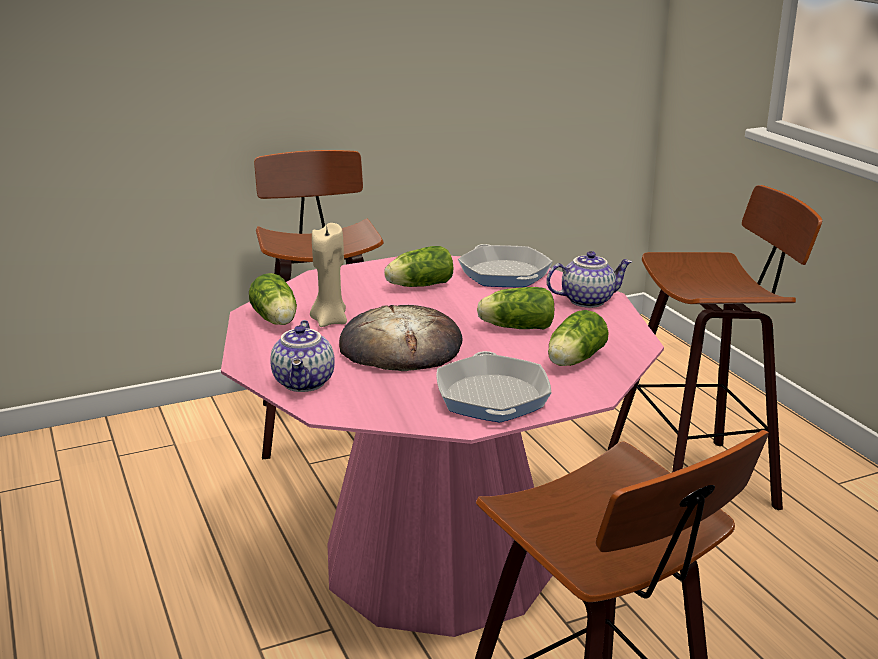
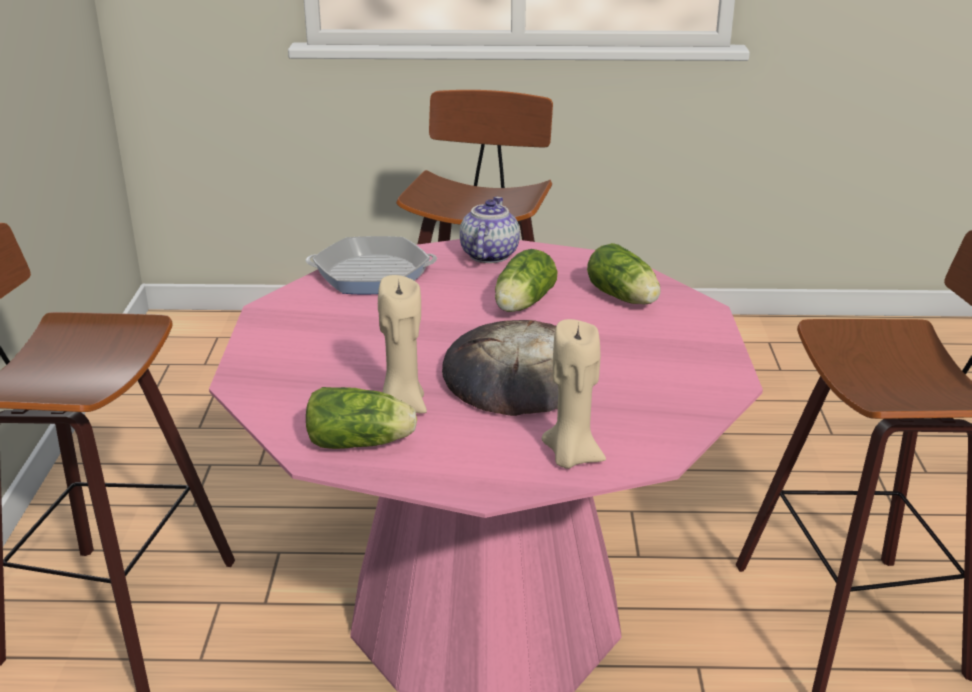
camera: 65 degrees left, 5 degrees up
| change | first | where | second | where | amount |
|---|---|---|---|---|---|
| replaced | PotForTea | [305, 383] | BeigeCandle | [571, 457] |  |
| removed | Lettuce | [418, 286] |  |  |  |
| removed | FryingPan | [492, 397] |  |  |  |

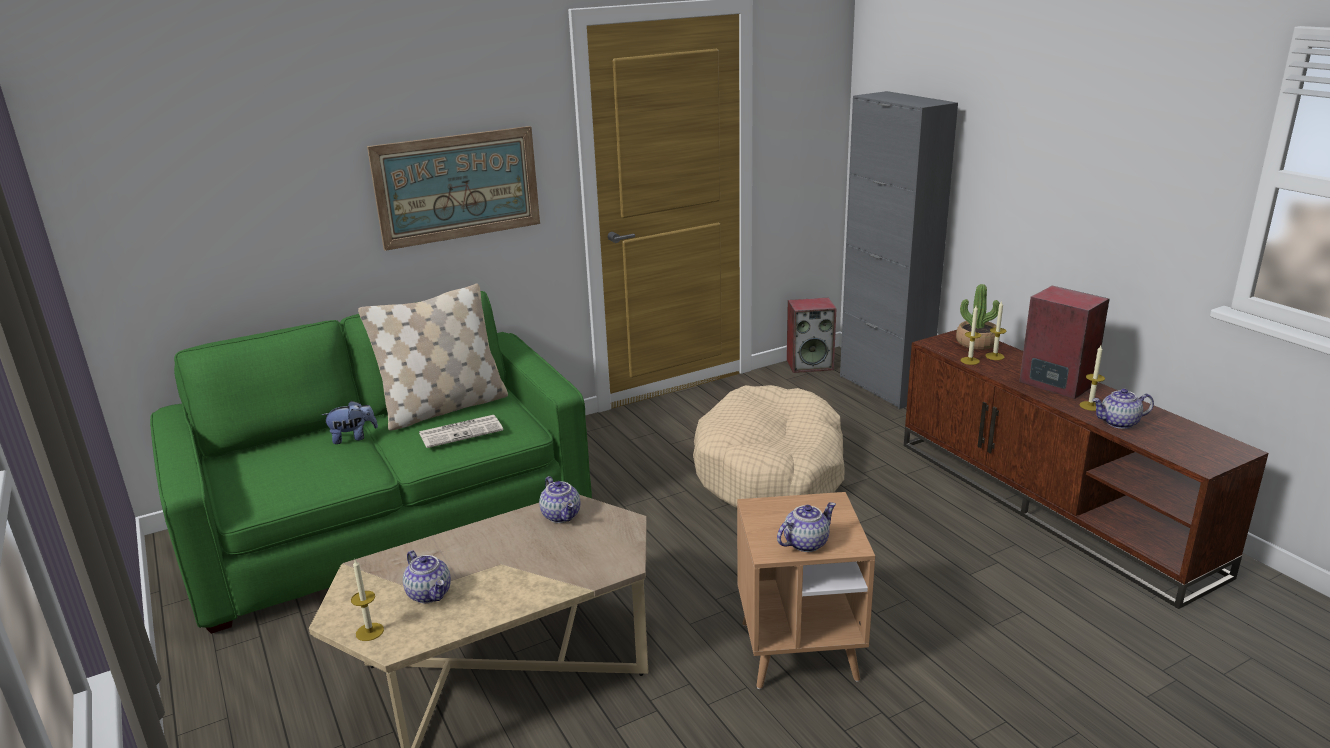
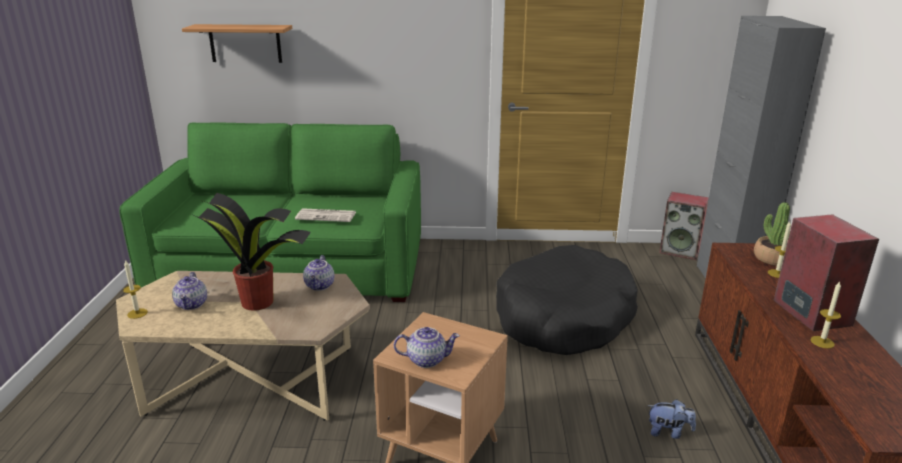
camera: 30 degrees right, 0 degrees up
| change | first | where | second | where | amount |
|---|---|---|---|---|---|
| added |  |  | BracketShelf | [245, 43] |  |
| added |  |  | Houseplant | [256, 301] |  |
| recoloured | BeigeDogCushion | [771, 471] | BlackDogCushion | [563, 317] |  |
| moved | CuddlyToy | [353, 437] |  | [668, 432] |  |
| removed | BeigePillow | [444, 408] |  |  |  |
| removed | WallArt | [457, 186] |  |  |  |
| removed | Candle | [970, 361] |  |  |  |
| removed | PotForTea | [1119, 423] |  |  |  |

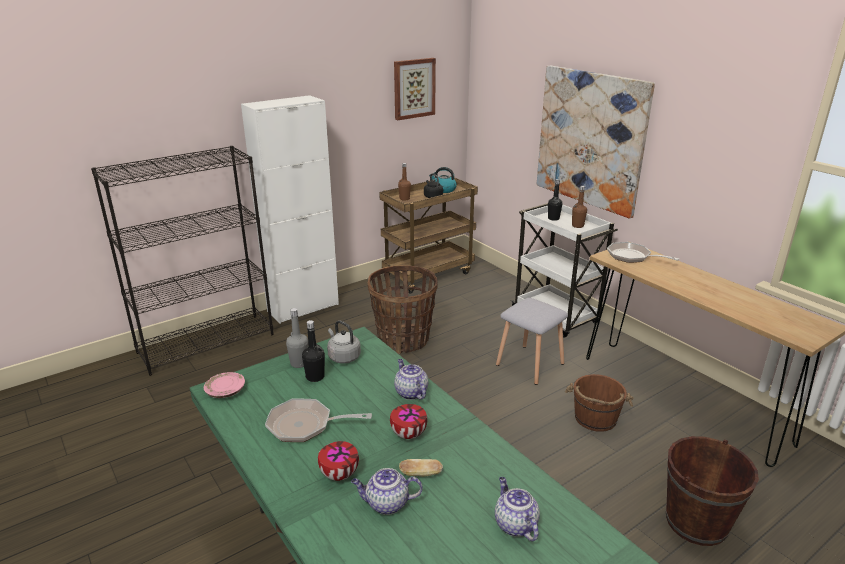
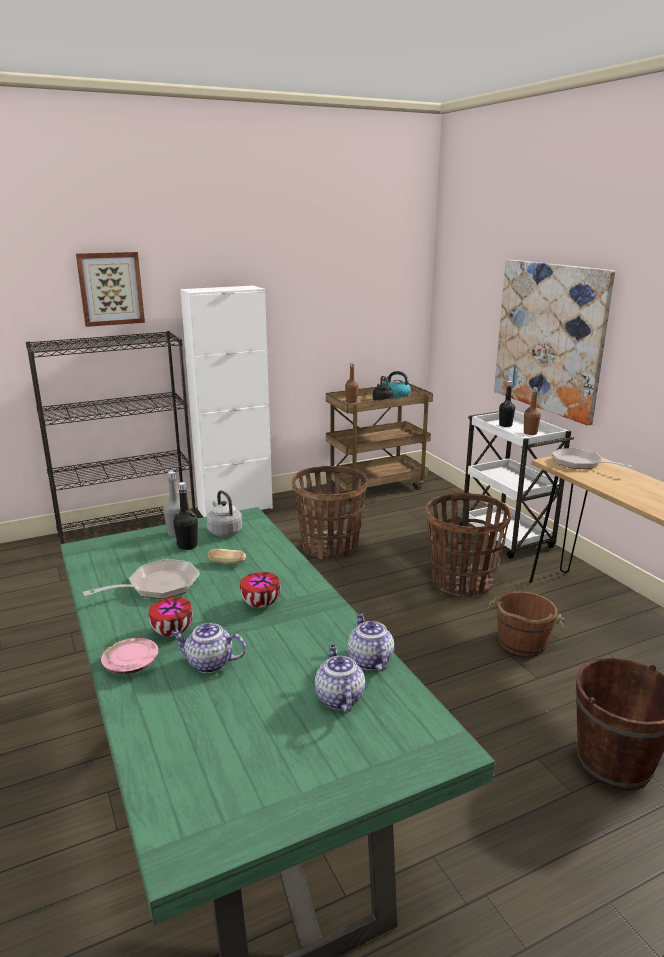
camera: 10 degrees right, 5 degrees down
| change | first | where | second | where | amount |
|---|---|---|---|---|---|
| moved | WallArt | [413, 88] |  | [110, 288] |  |
| turned | FryingPan | [305, 425] |  | [158, 586] | 135 degrees clockwise |
| moved | PinkColouredFlatDish | [225, 391] |  | [131, 665] |  |
| moved | Bread | [421, 474] |  | [227, 563] |  |
| moved | PotForTea | [410, 392] |  | [369, 660] |  |
| replaced | GraySittingStool | [529, 365] | StorageBasket | [462, 582] |  |

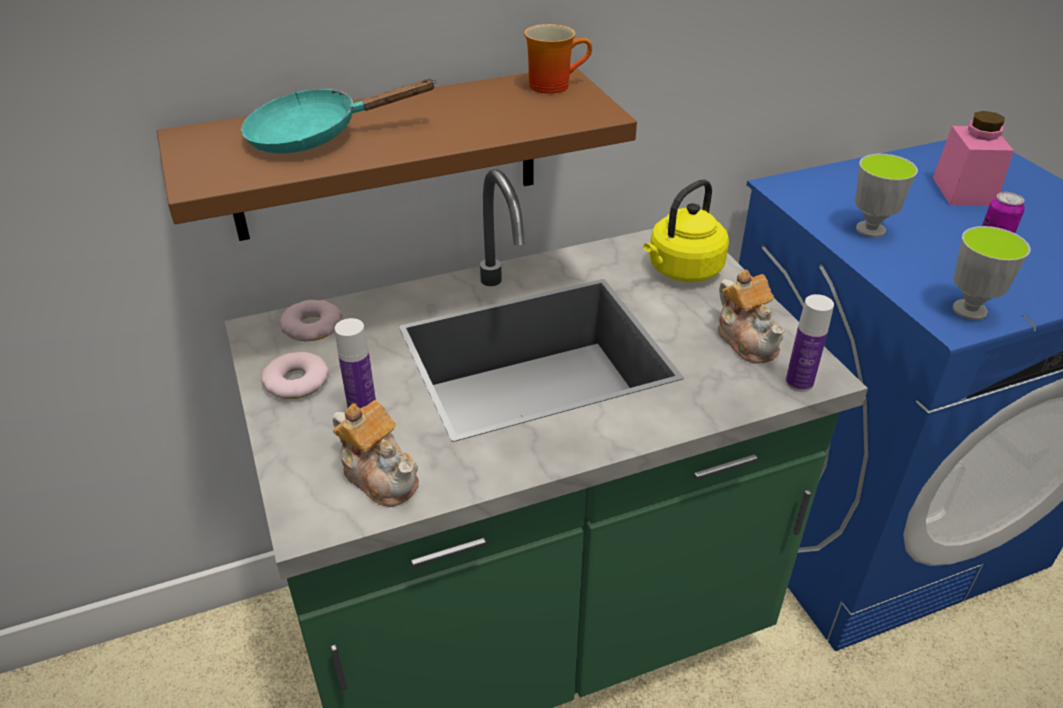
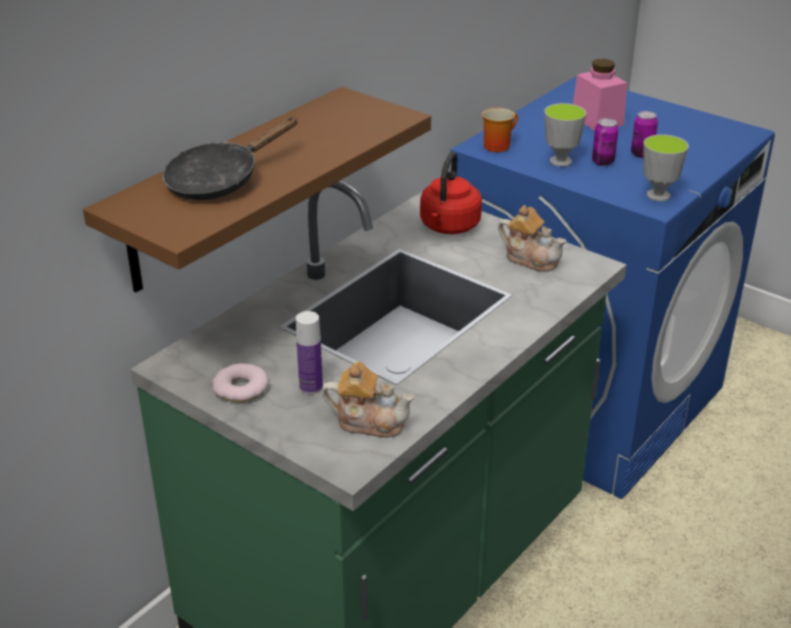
camera: 30 degrees left, 5 degrees down
| change | first | where | second | where | amount |
|---|---|---|---|---|---|
| recoloured | TurquoiseColouredFryingPan | [316, 135] | BlackFryingPan | [220, 180] |  |
| recoloured | YellowWaterKettle | [682, 270] | RedColouredWaterKettle | [449, 227] |  |
| moved | TeaMug | [553, 84] |  | [497, 145] |  |
| added |  |  | MetalCan | [602, 162] |  |
| removed | RingDoughnut | [312, 326] |  |  |  |
| removed | Bottle | [799, 383] |  |  |  |

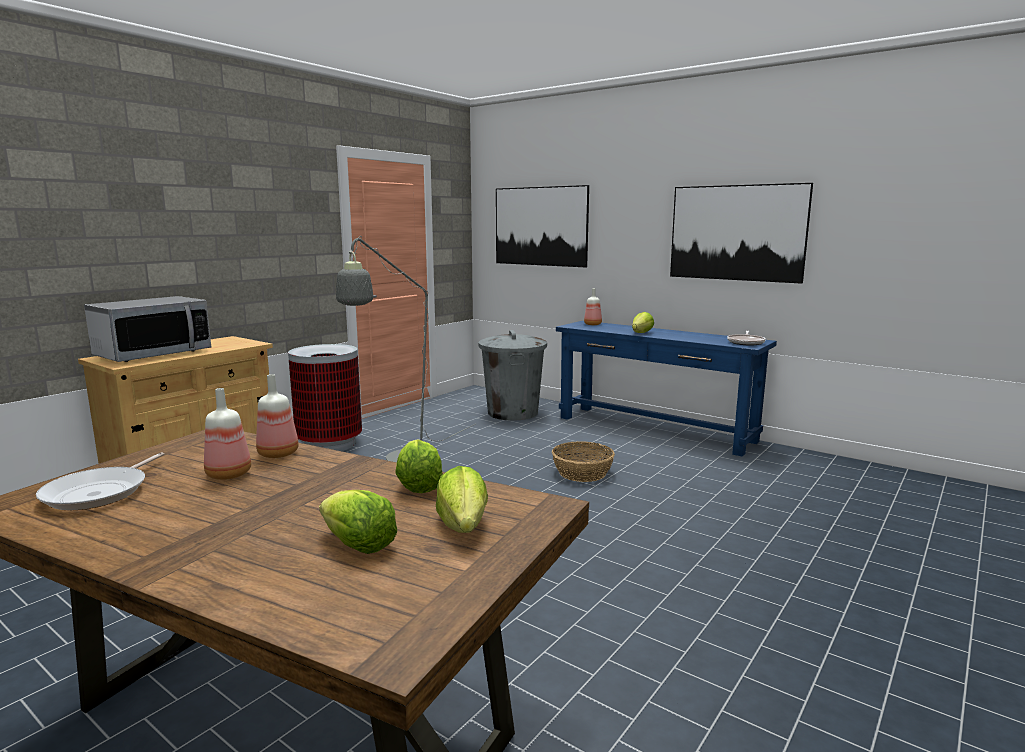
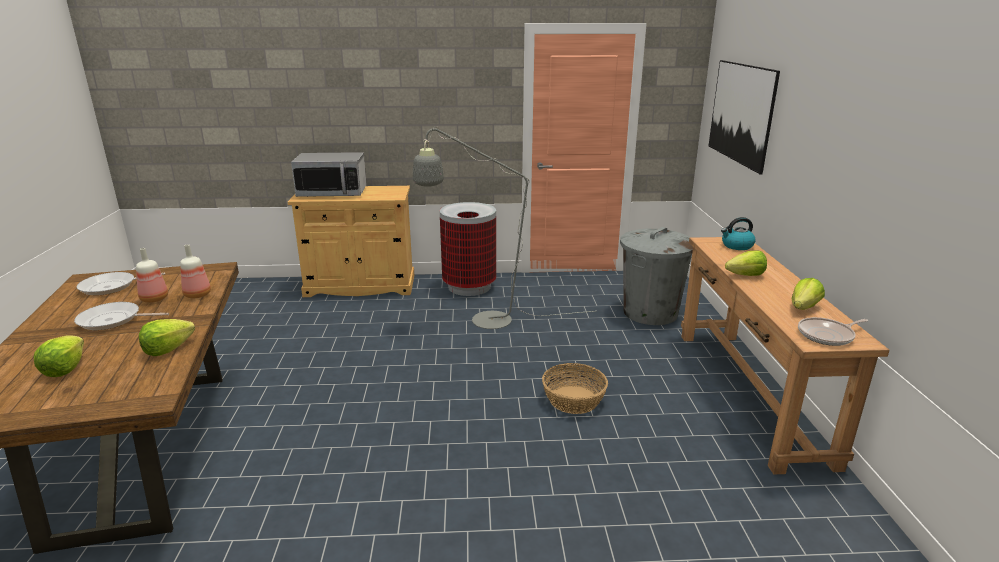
camera: 50 degrees right, 10 degrees up
| change | first | where | second | where | amount |
|---|---|---|---|---|---|
| added |  |  | FryingPan | [113, 320] |  |
| recoloured | BlueColouredConsoleTable | [654, 429] | BrownColouredConsoleTable | [748, 392] |  |
| replaced | Bottle | [593, 324] | WaterKettle | [736, 246] |  |
| moved | Lettuce | [463, 526] |  | [803, 308] |  |
| removed | WallArt | [736, 233] |  |  |  |

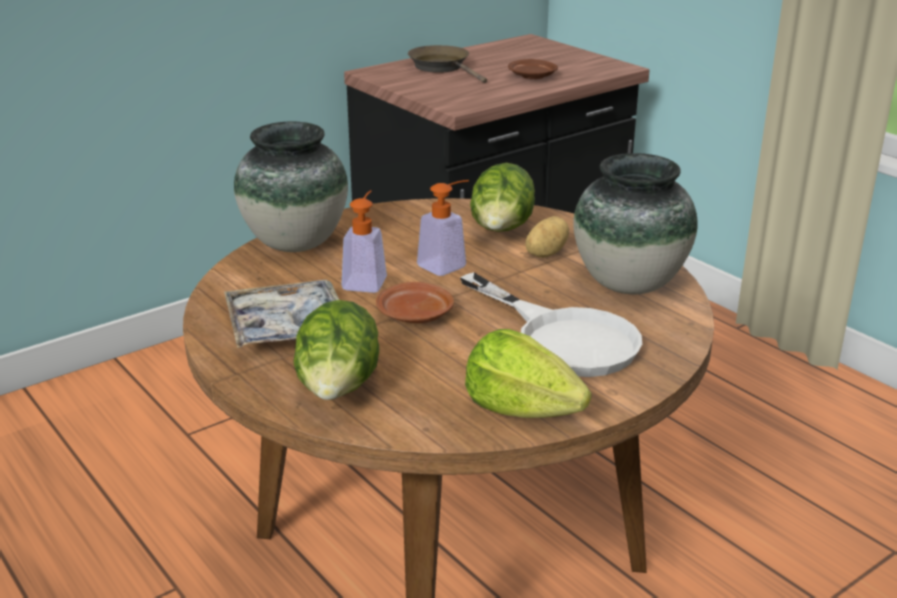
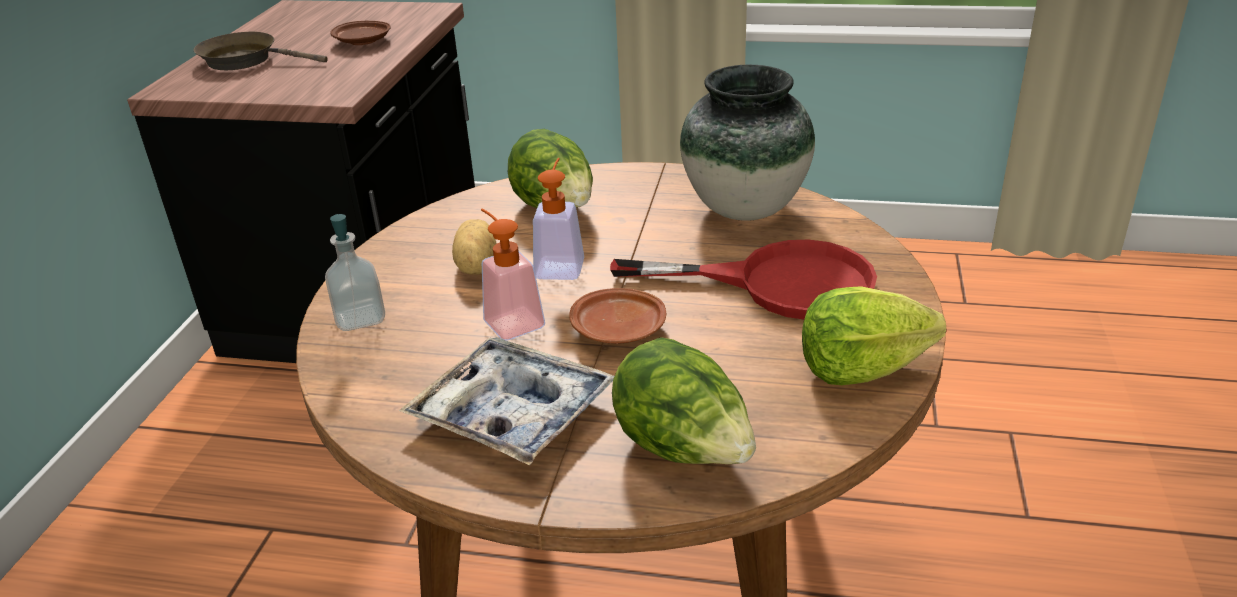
camera: 40 degrees left, 5 degrees up
| change | first | where | second | where | amount |
|---|---|---|---|---|---|
| replaced | DecorativeVase | [294, 244] | SoapBottle | [360, 318] |  |
| moved | Potato | [544, 253] |  | [475, 267] |  |
| recoloured | WhiteFryingPan | [563, 337] | RedColouredFryingPan | [778, 284] |  |

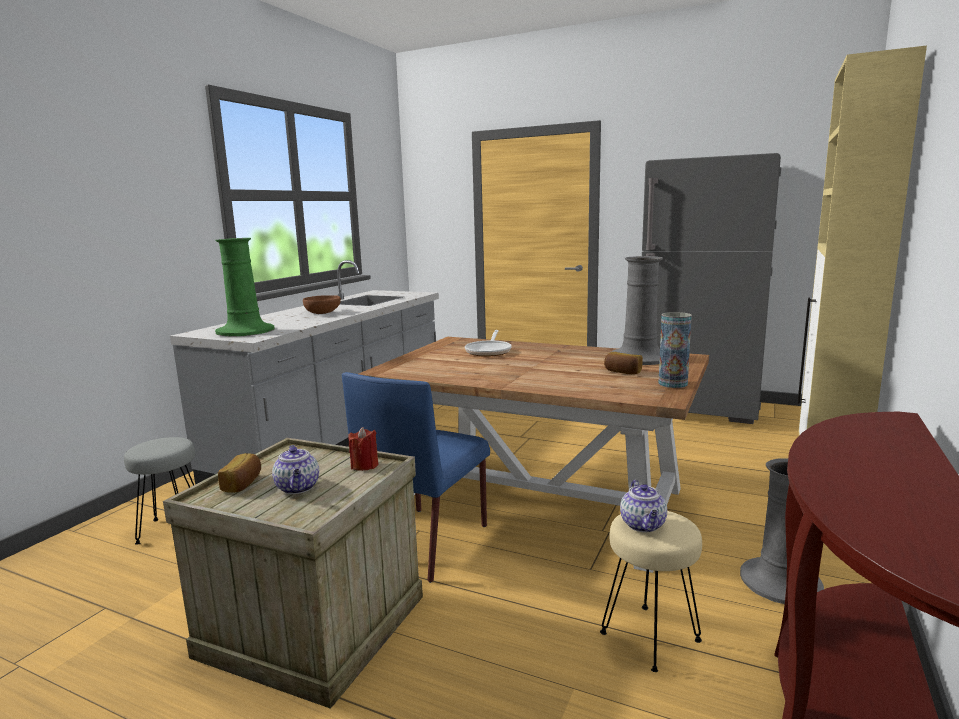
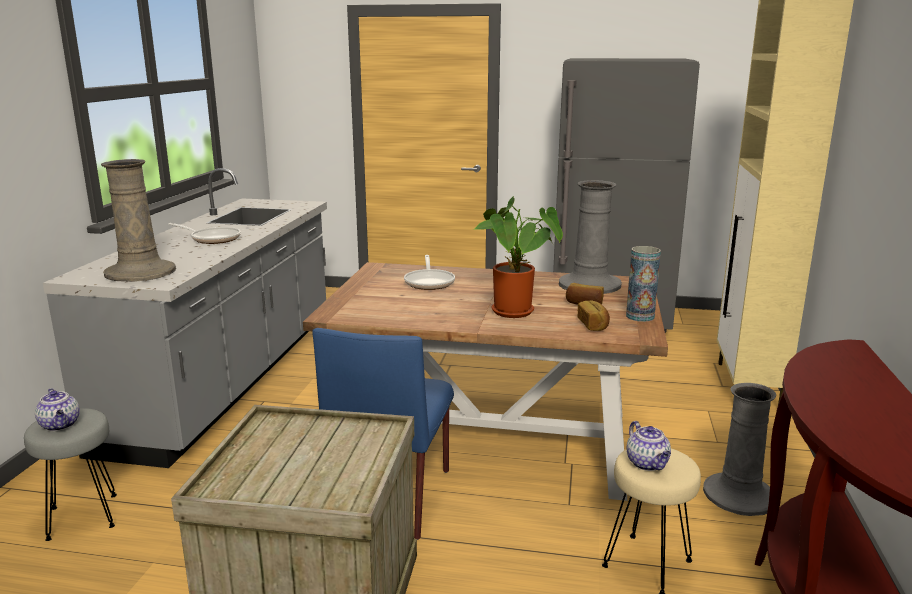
camera: 15 degrees left, 5 degrees up
| change | first | where | second | where | amount |
|---|---|---|---|---|---|
| moved | PotForTea | [298, 488] |  | [60, 425] |  |
| recoloured | GreenishDecorativeVase | [246, 331] | BeigeDecorativeVase | [141, 272] |  |
| replaced | BrownColouredDeepDish | [323, 313] | FryingPan | [212, 239] |  |
| added |  |  | Houseplant | [516, 313] |  |
| moved | Bread | [243, 484] |  | [593, 325] |  |
| removed | RedColouredCandle | [364, 465] |  |  |  |

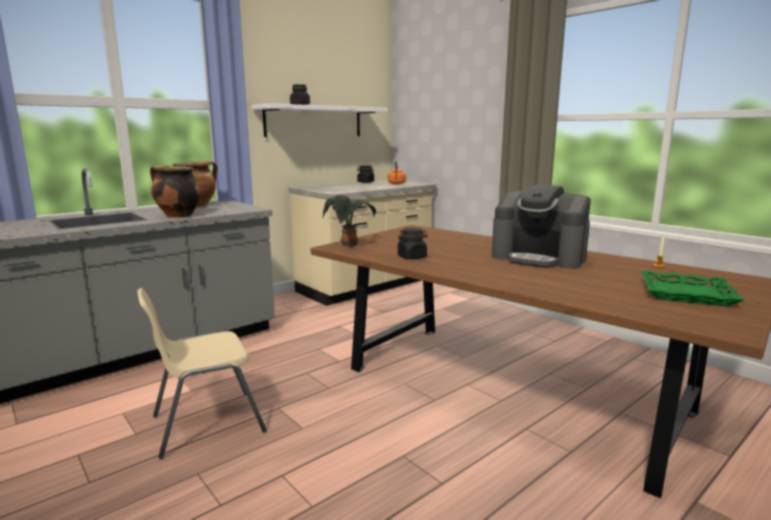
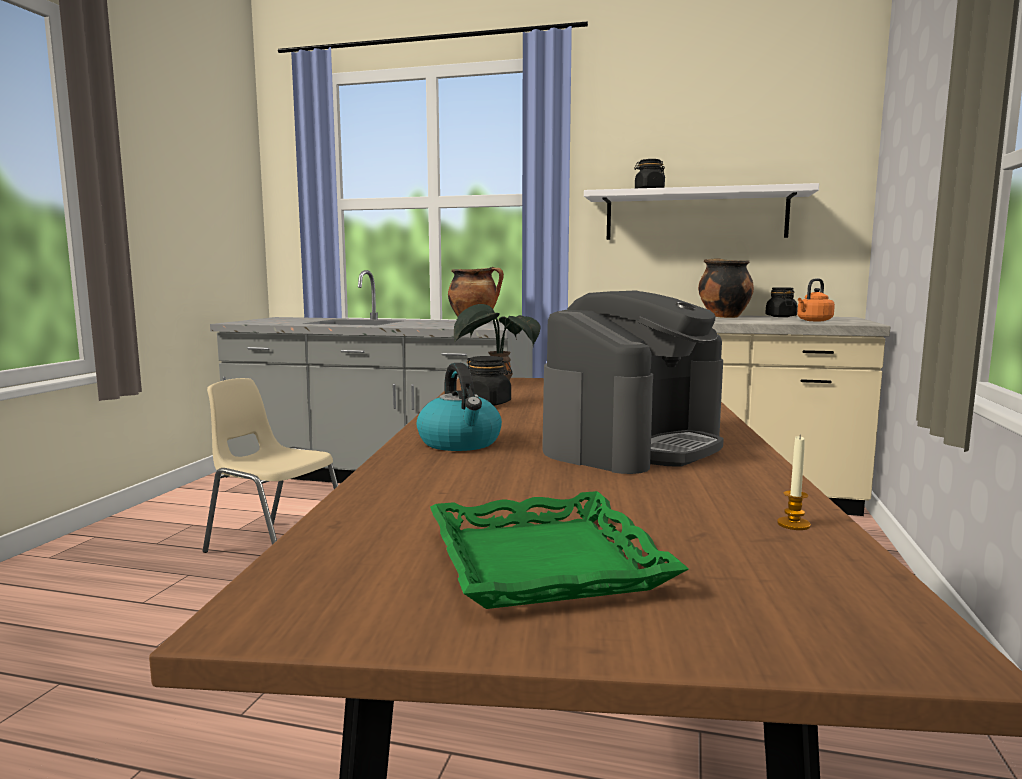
camera: 55 degrees right, 5 degrees down
| change | first | where | second | where | amount |
|---|---|---|---|---|---|
| added |  |  | WaterKettle | [460, 443] |  |
| turned | CoffeeMaker | [539, 257] |  | [633, 445] | 135 degrees counterclockwise |
| moved | Saucepot | [177, 216] |  | [722, 317] |  |

